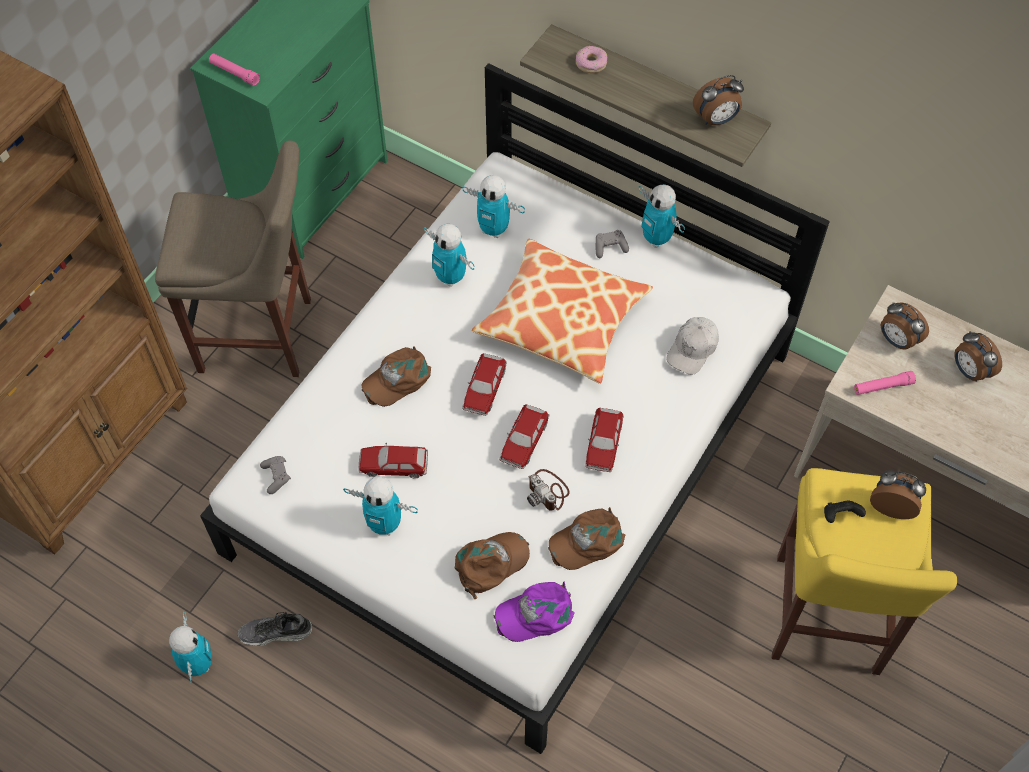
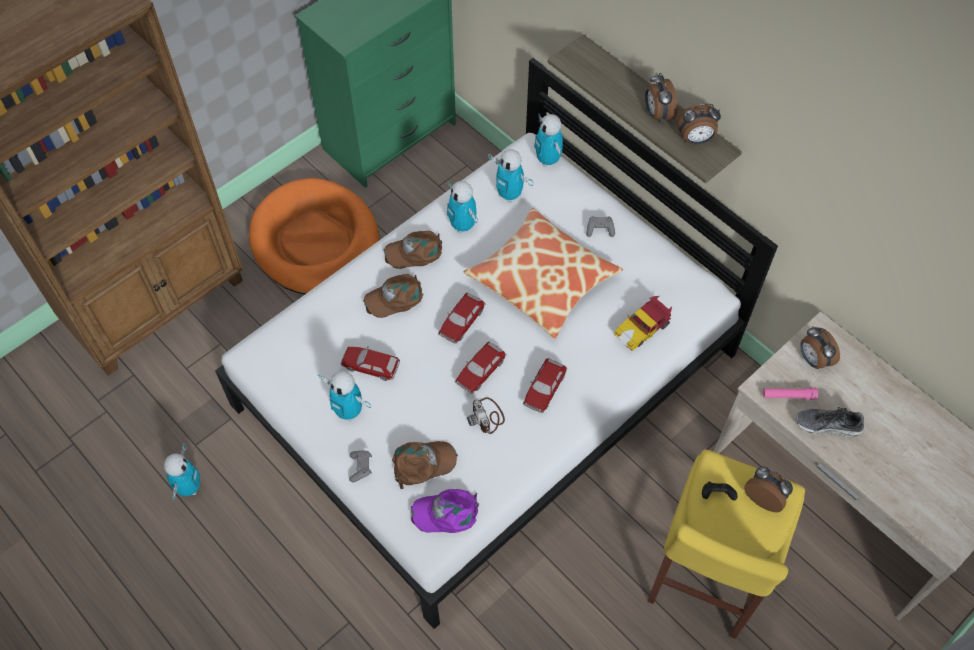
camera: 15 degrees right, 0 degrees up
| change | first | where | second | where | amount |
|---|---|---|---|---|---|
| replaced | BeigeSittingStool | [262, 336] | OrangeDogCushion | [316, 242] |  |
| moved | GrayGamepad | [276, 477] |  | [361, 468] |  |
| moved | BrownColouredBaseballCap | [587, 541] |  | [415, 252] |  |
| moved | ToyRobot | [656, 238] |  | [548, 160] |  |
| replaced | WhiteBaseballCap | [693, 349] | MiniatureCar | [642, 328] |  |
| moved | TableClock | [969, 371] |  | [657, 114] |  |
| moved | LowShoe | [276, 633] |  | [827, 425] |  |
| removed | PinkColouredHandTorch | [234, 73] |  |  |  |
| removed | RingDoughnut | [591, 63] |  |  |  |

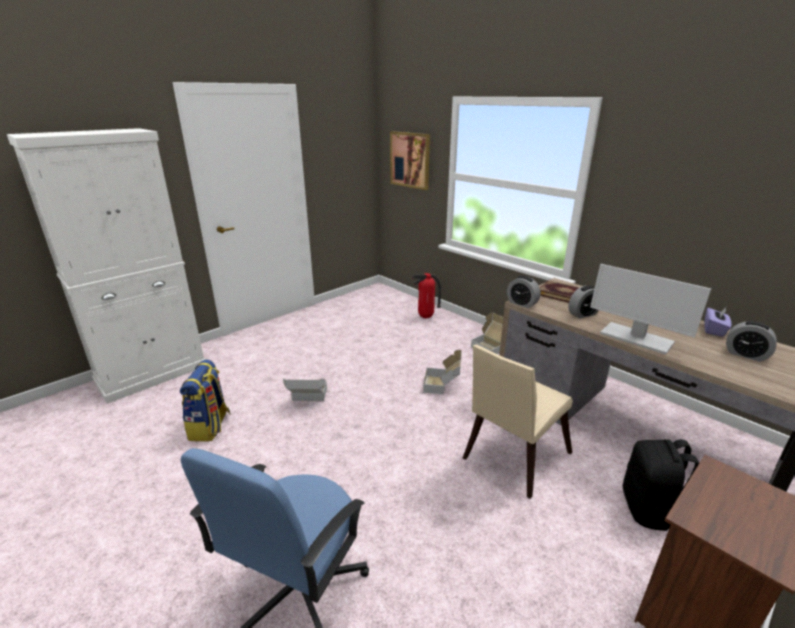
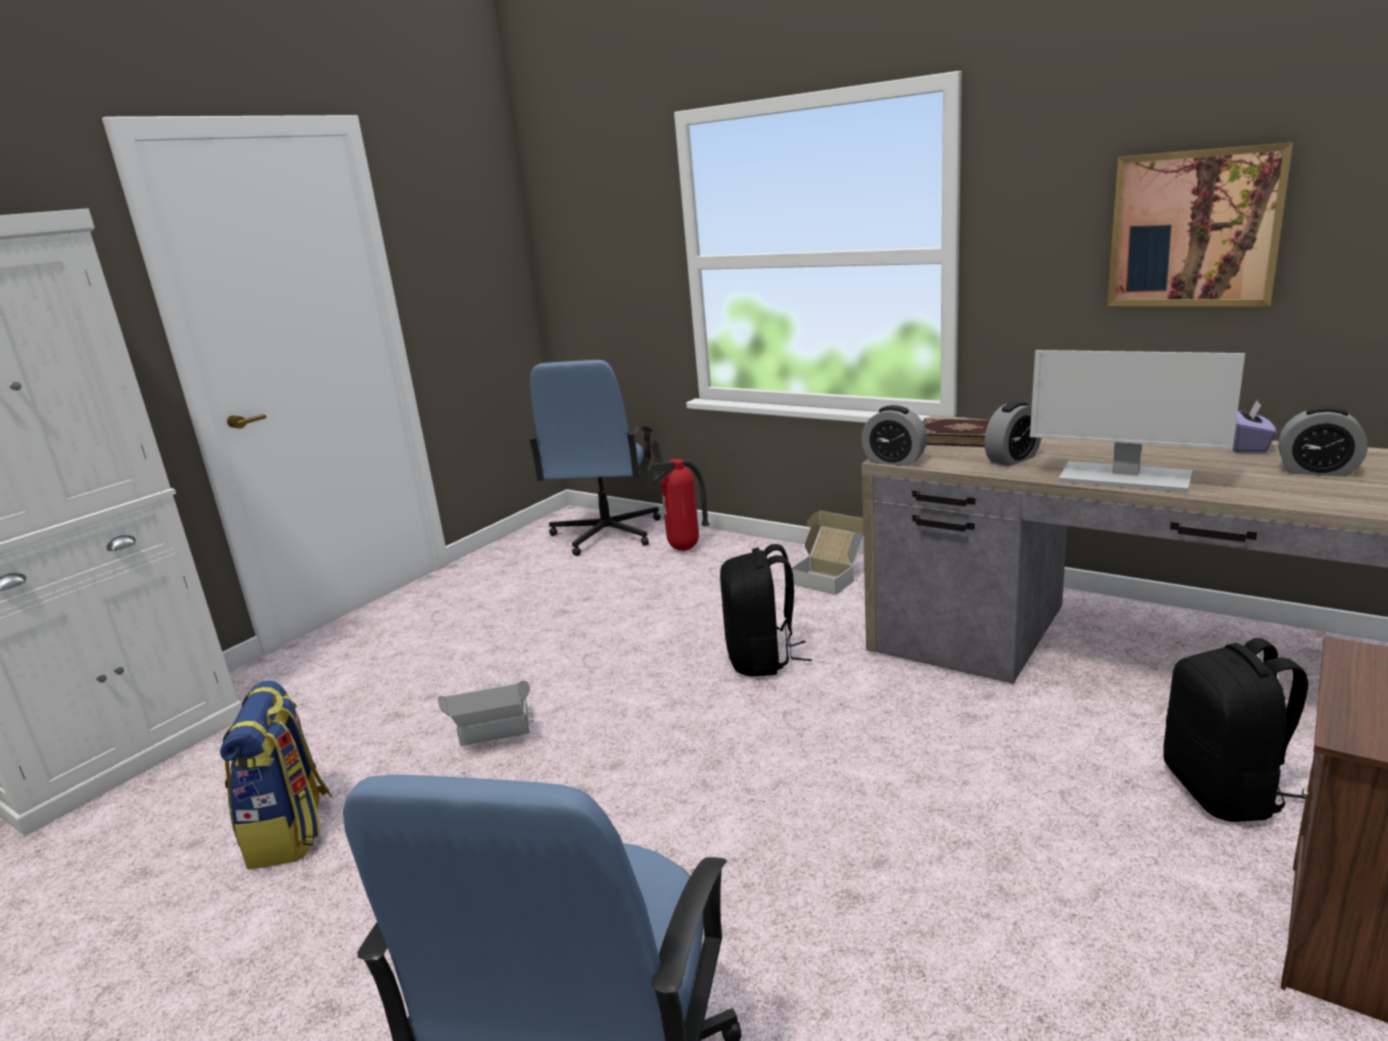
camera: 10 degrees left, 5 degrees down
| change | first | where | second | where | amount |
|---|---|---|---|---|---|
| added |  |  | BlueColouredDeskChair | [605, 534] |  |
| replaced | CardboardBox | [443, 385] | BlackKnapsack | [762, 659] |  |
| moved | WallArt | [410, 160] |  | [1194, 229] |  |
| removed | BeigeChair | [512, 458] |  |  |  |

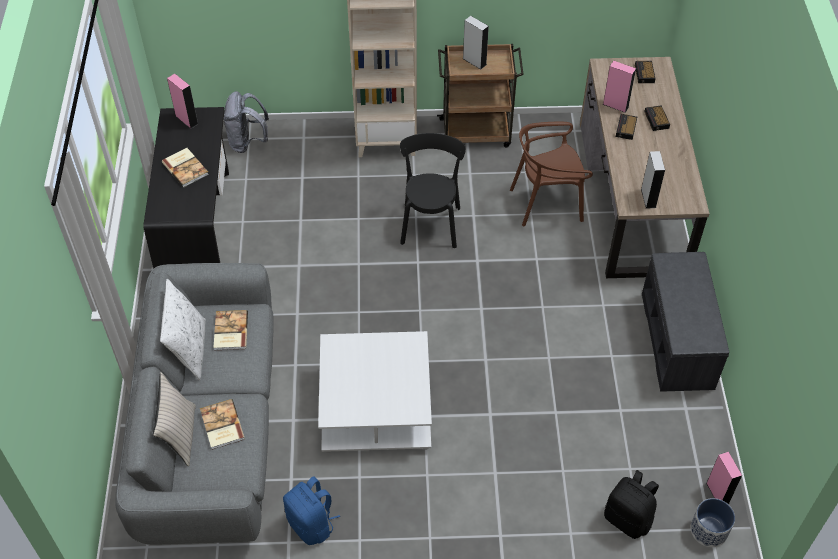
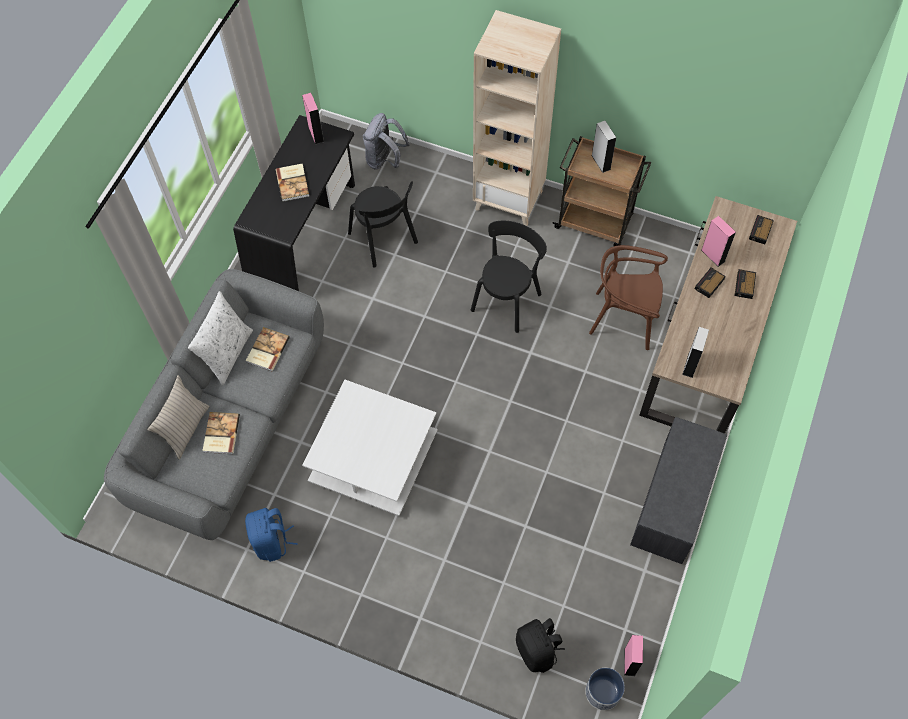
camera: 25 degrees right, 10 degrees up
| change | first | where | second | where | amount |
|---|---|---|---|---|---|
| added |  |  | BlackChair | [384, 240] |  |

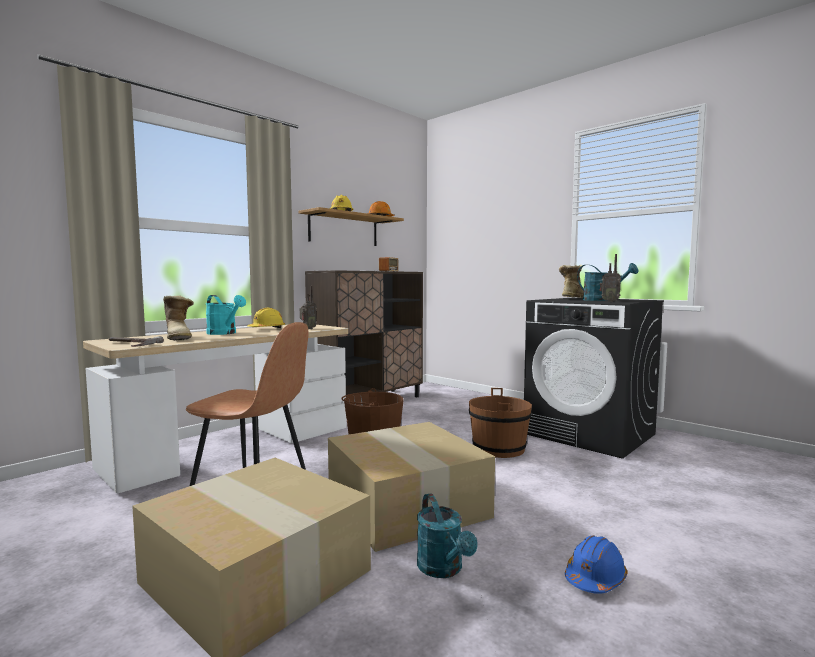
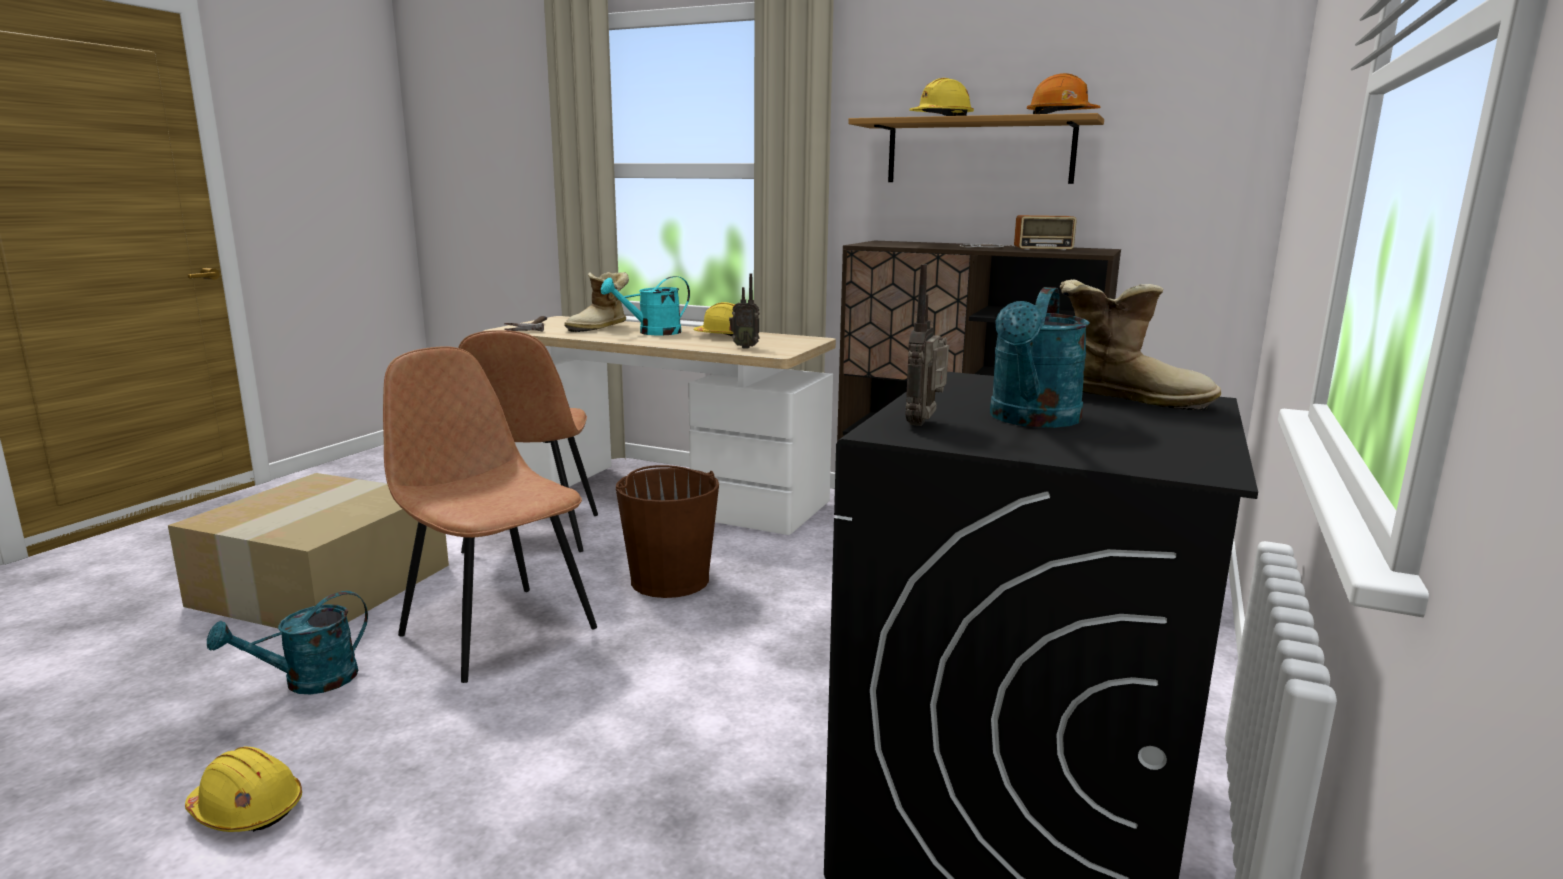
camera: 70 degrees right, 10 degrees up
| change | first | where | second | where | amount |
|---|---|---|---|---|---|
| recoloured | BlueColouredSafetyHelmet | [595, 578] | YellowSafetyHelmet | [247, 809] |  |
| replaced | CardboardBox | [404, 504] | BrownColouredChair | [496, 630] |  |
| turned | TurquoiseColouredWateringPot | [224, 333] |  | [652, 332] | 45 degrees clockwise |
| removed | BrownColouredWaterBucket | [499, 449] |  |  |  |

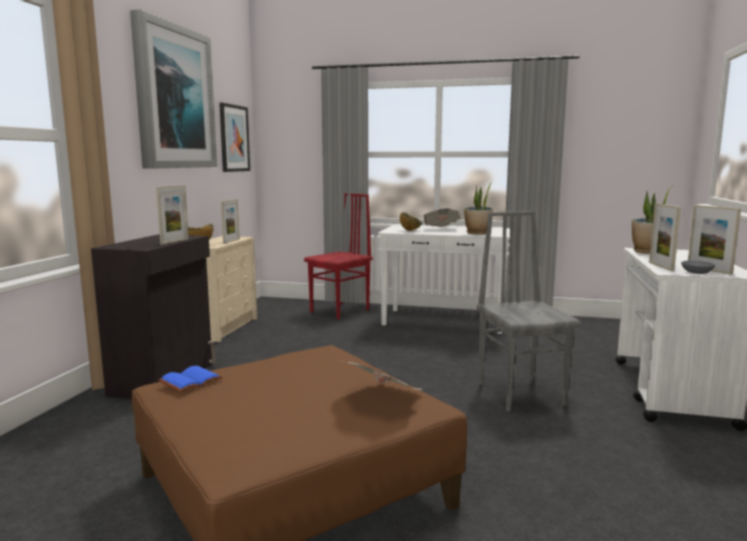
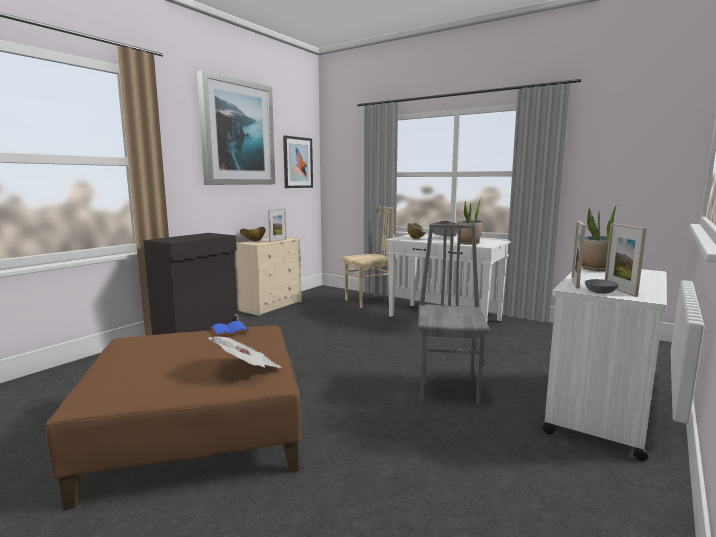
camera: 20 degrees right, 0 degrees up
| change | first | where | second | where | amount |
|---|---|---|---|---|---|
| moved | BlueColouredVolume | [190, 380] |  | [230, 330] |  |
| recoloured | RedColouredChair | [341, 311] | BeigeChair | [369, 301] |  |
| removed | PictureFrame | [175, 241] |  |  |  |

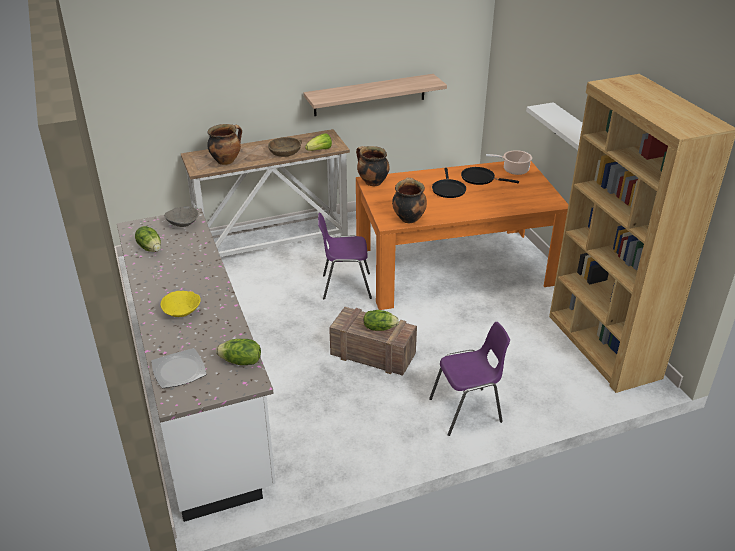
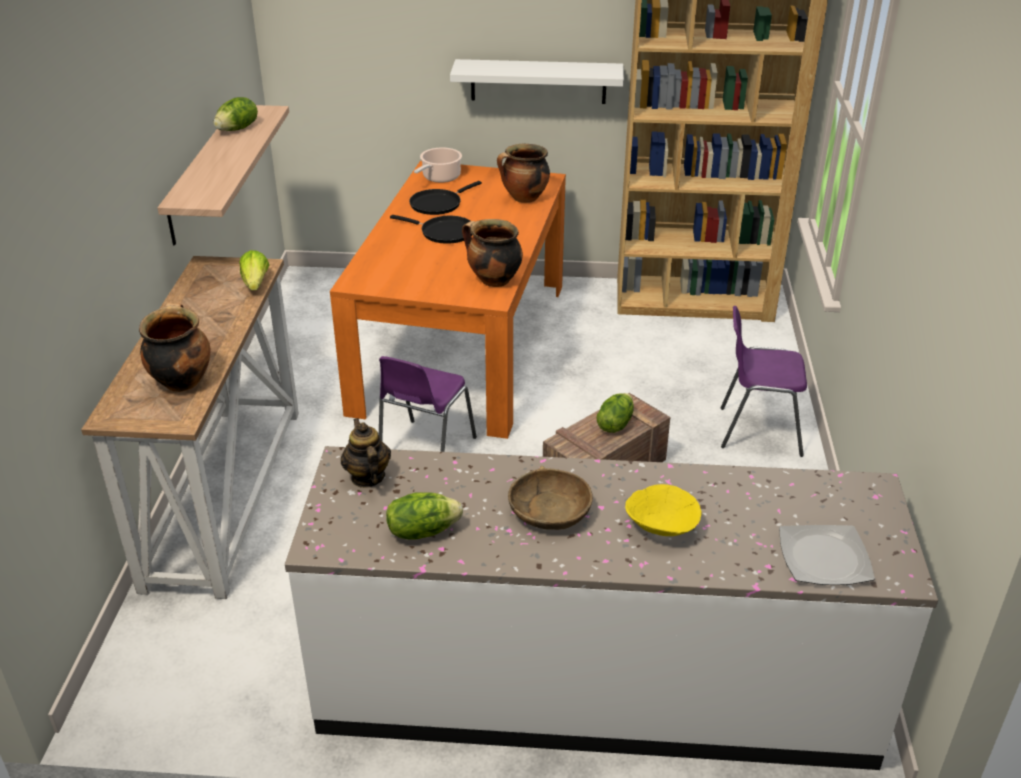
camera: 65 degrees left, 0 degrees up
| change | first | where | second | where | amount |
|---|---|---|---|---|---|
| moved | Lettuce | [241, 362] |  | [238, 129] |  |
| replaced | GrayDeepDish | [182, 224] | PotForTea | [367, 477] |  |
| moved | Saucepot | [372, 182] |  | [524, 199] |  |
| moved | BrownColouredDeepDish | [285, 151] |  | [549, 510] |  |
| turned | PurpleChair | [467, 411] |  | [757, 430] | 90 degrees counterclockwise |

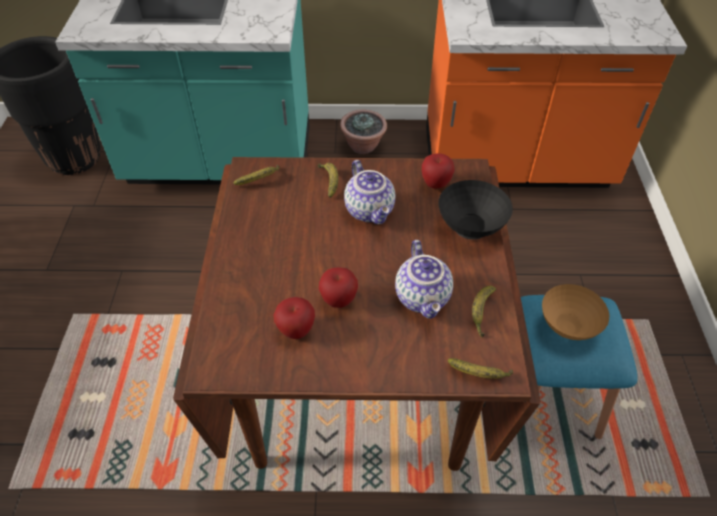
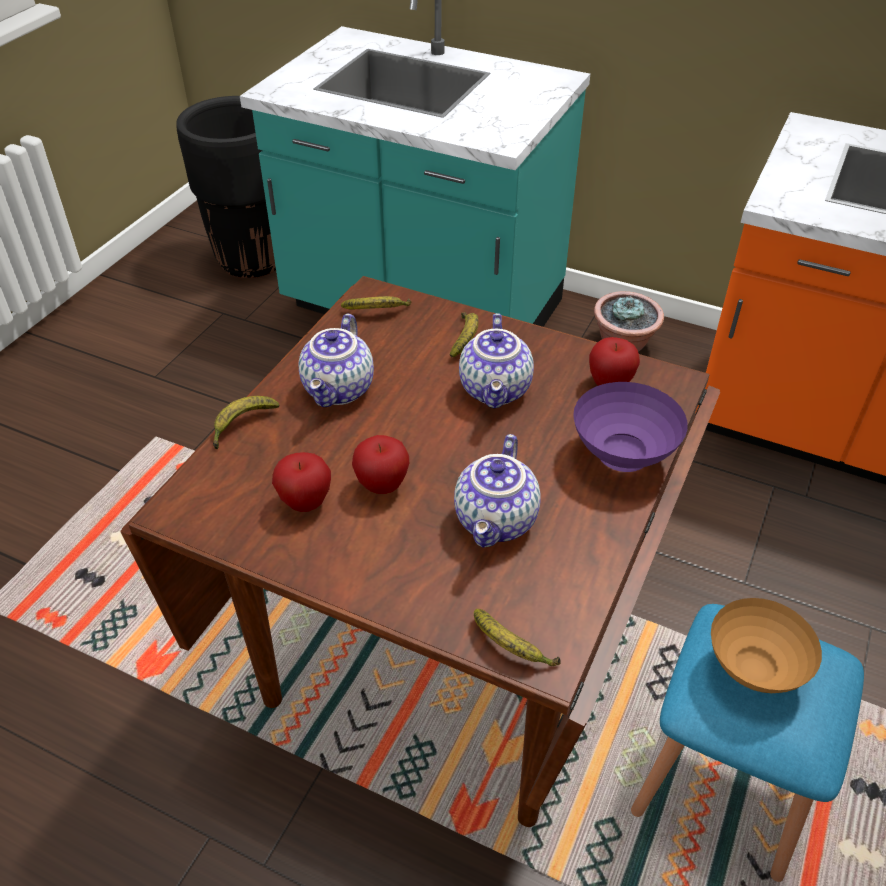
camera: 25 degrees right, 5 degrees down
| change | first | where | second | where | amount |
|---|---|---|---|---|---|
| moved | Banana | [481, 312] |  | [242, 425] |  |
| added |  |  | PotForTea | [340, 390] |  |
| recoloured | BlackDeepDish | [471, 229] | PurpleDeepDish | [624, 458] |  |

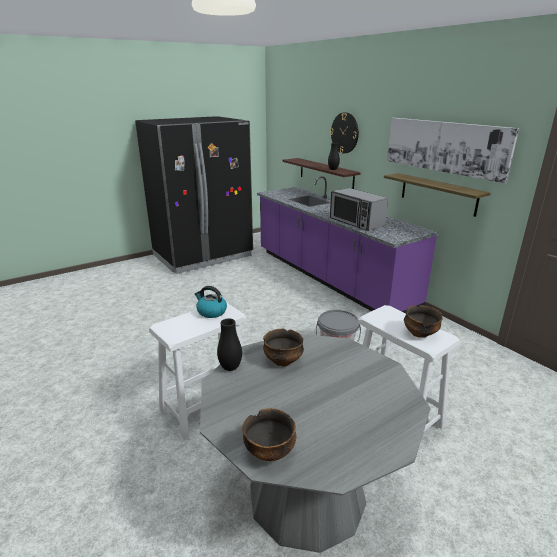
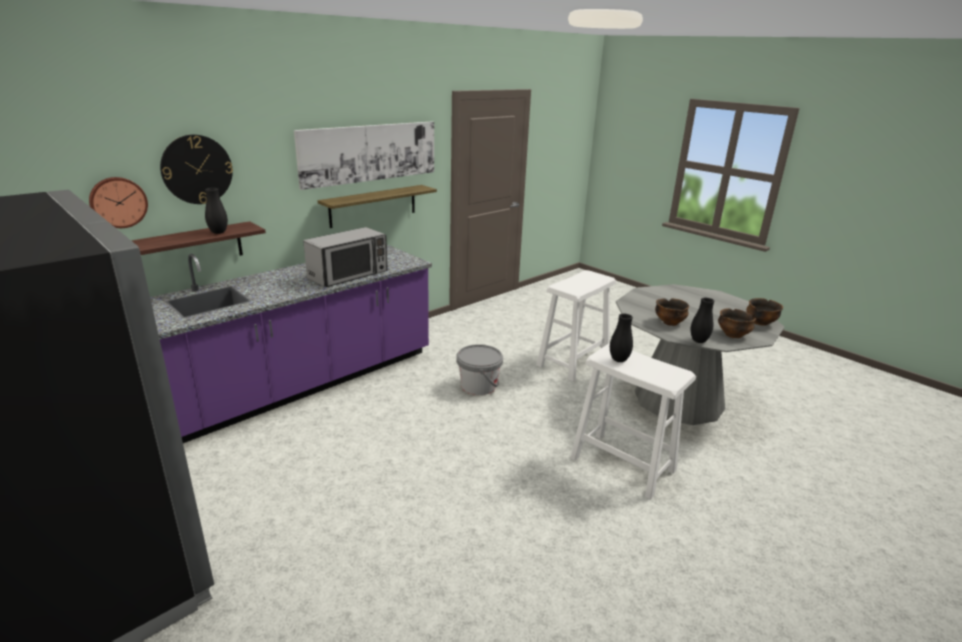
camera: 100 degrees left, 0 degrees up
| change | first | where | second | where | amount |
|---|---|---|---|---|---|
| added |  |  | HangingClock | [118, 202] |  |
| replaced | WaterKettle | [211, 312] | BlackDecorativeVase | [619, 360] |  |
| moved | DeepDish | [420, 333] |  | [733, 335] |  |

